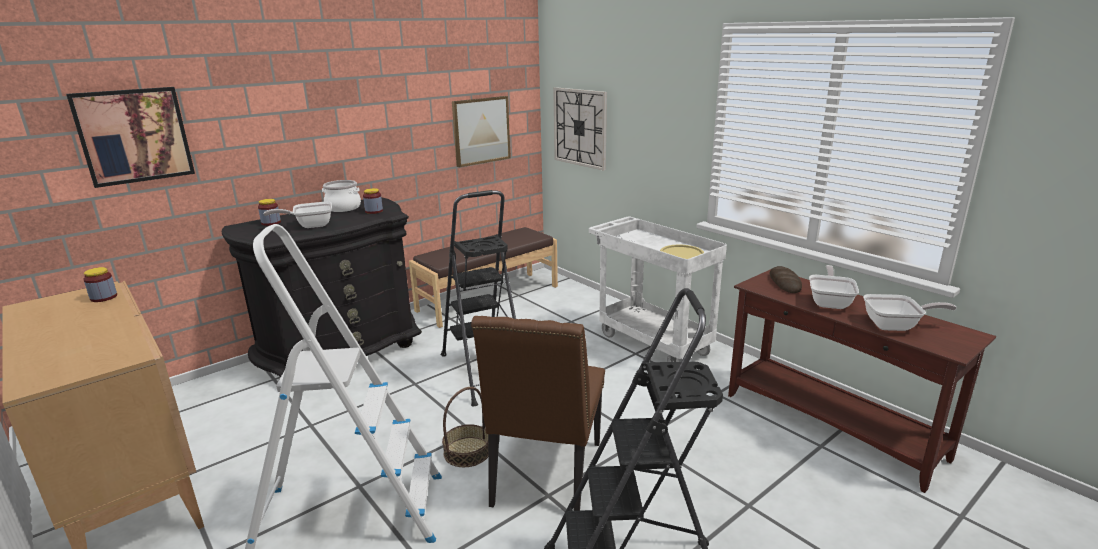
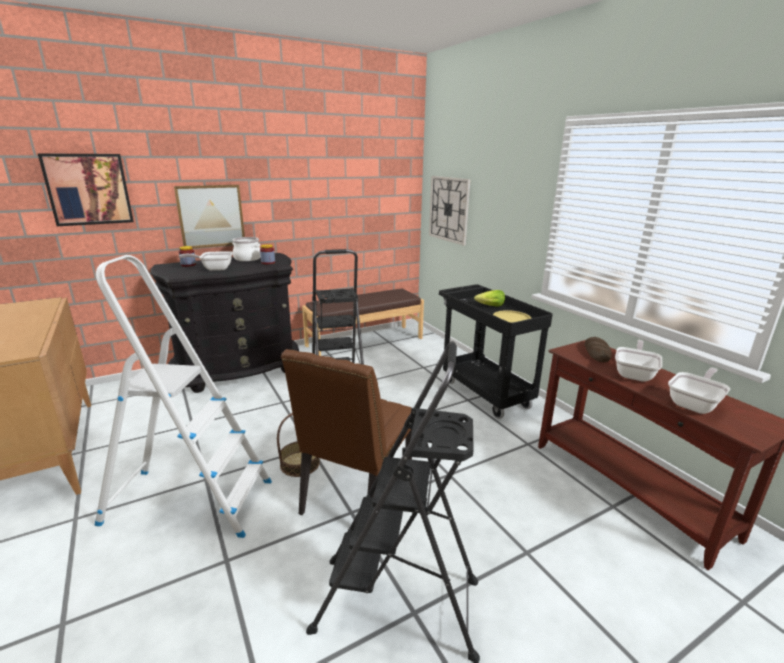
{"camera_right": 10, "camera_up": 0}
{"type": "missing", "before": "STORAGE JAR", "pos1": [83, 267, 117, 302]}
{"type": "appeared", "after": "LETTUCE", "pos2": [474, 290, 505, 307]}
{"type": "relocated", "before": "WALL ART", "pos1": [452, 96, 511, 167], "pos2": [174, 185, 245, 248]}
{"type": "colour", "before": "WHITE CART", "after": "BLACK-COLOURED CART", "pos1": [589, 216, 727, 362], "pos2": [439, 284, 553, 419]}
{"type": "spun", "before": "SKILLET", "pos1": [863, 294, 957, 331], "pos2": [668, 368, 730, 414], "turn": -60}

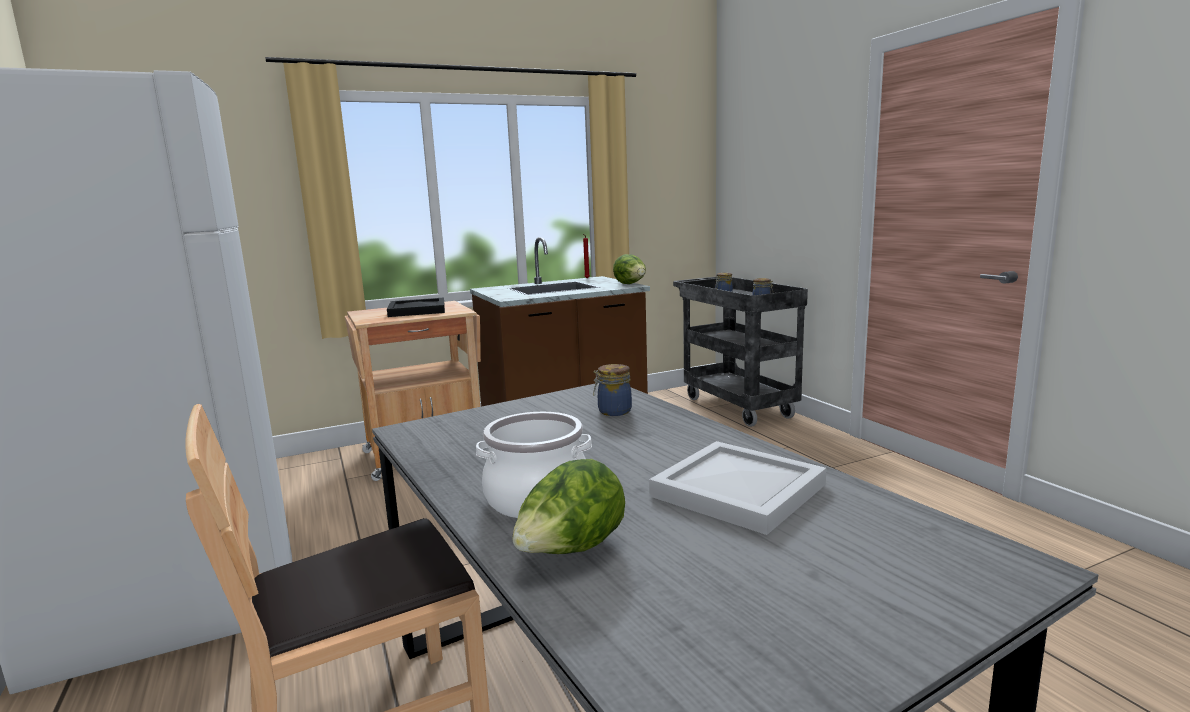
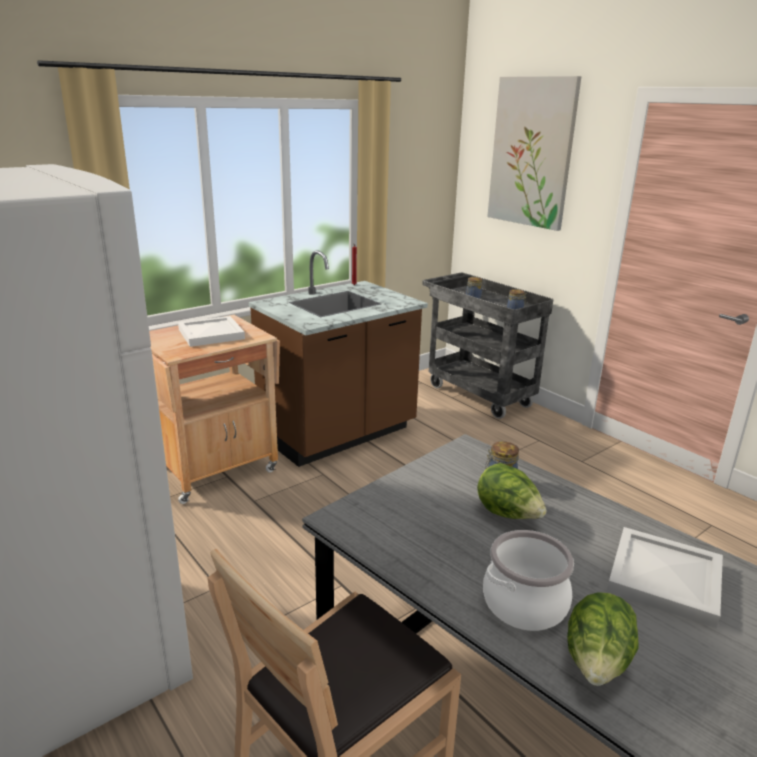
{"camera_right": -15, "camera_up": 10}
{"type": "appeared", "after": "WALL ART", "pos2": [487, 76, 581, 231]}
{"type": "relocated", "before": "LETTUCE", "pos1": [613, 254, 646, 284], "pos2": [477, 463, 547, 519]}
{"type": "colour", "before": "BLACK-COLOURED SERVING TRAY", "after": "WHITE SERVING TRAY", "pos1": [387, 298, 445, 317], "pos2": [178, 316, 245, 347]}

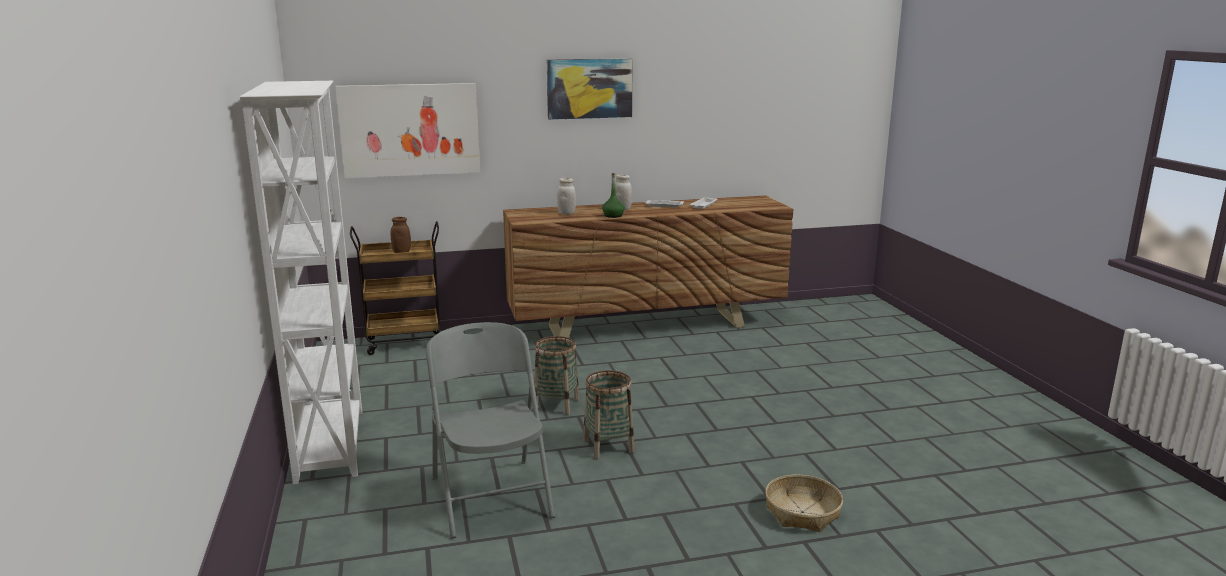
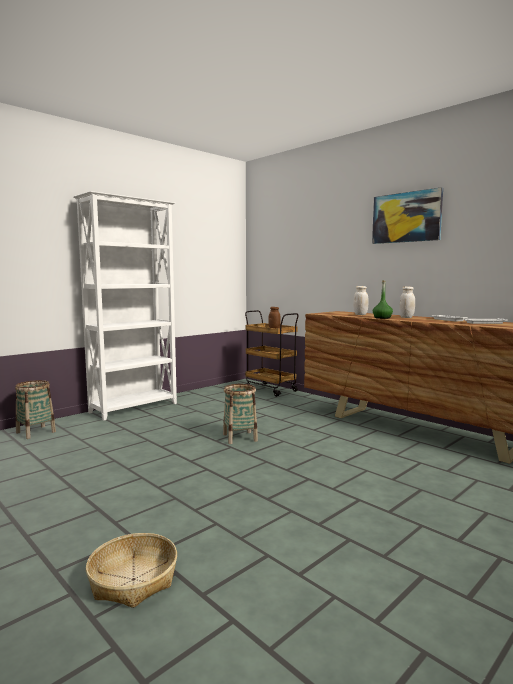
{"camera_right": 60, "camera_up": -10}
{"type": "missing", "before": "WALL ART", "pos1": [335, 83, 480, 178]}
{"type": "missing", "before": "GREY PLAIN CHAIR", "pos1": [426, 322, 556, 539]}
{"type": "relocated", "before": "HOUSEHOLD BASKET", "pos1": [583, 370, 634, 459], "pos2": [15, 380, 56, 439]}

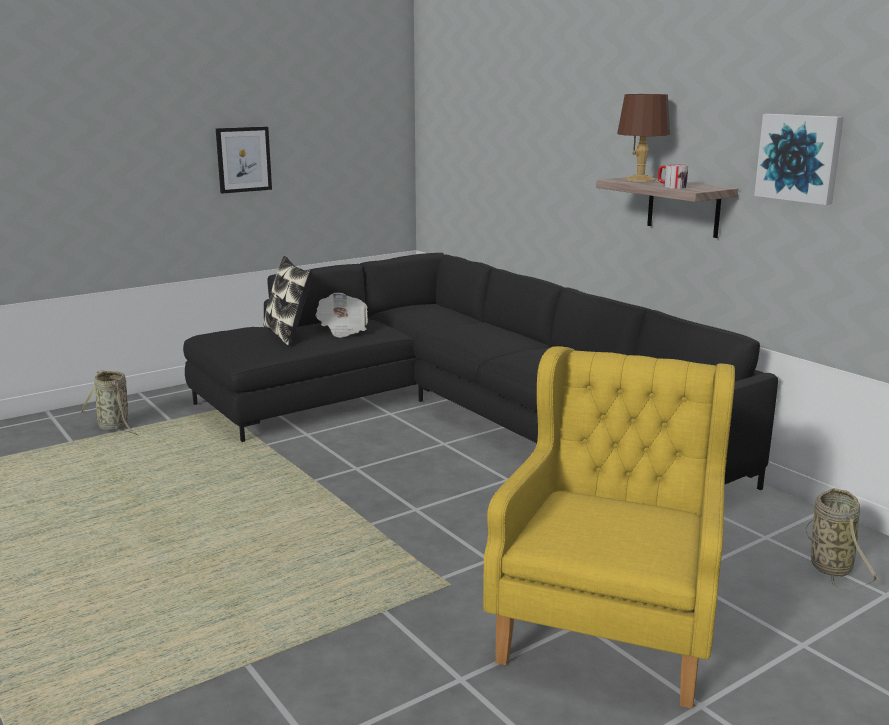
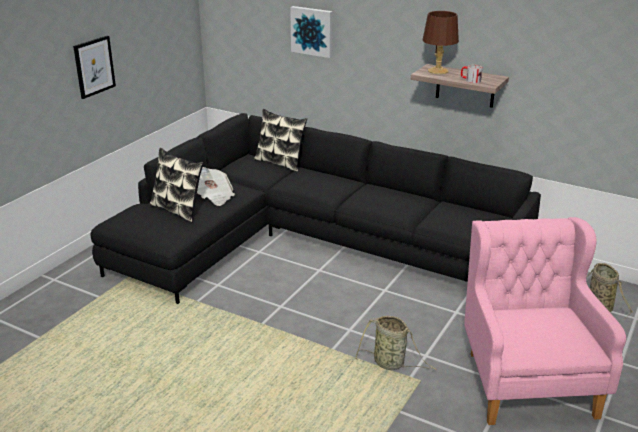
{"camera_right": -25, "camera_up": 10}
{"type": "appeared", "after": "THROW PILLOW", "pos2": [254, 109, 307, 172]}
{"type": "relocated", "before": "HOUSEHOLD BASKET", "pos1": [80, 370, 138, 435], "pos2": [355, 316, 437, 370]}
{"type": "relocated", "before": "WALL ART", "pos1": [754, 114, 844, 205], "pos2": [290, 6, 333, 58]}
{"type": "colour", "before": "YELLOWISH EASY CHAIR", "after": "PINK-COLOURED EASY CHAIR", "pos1": [483, 346, 735, 709], "pos2": [464, 217, 626, 425]}

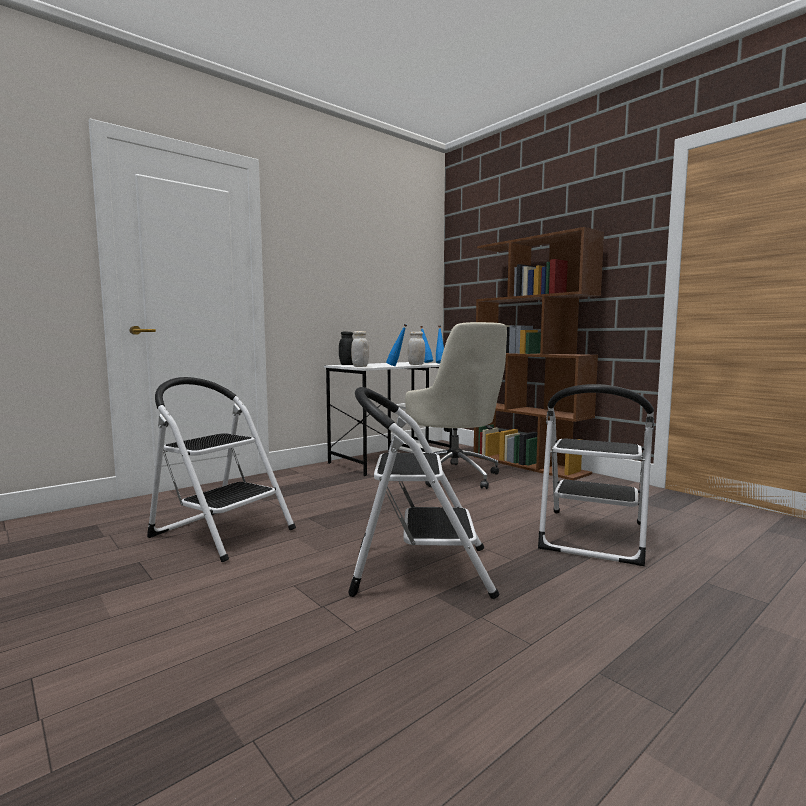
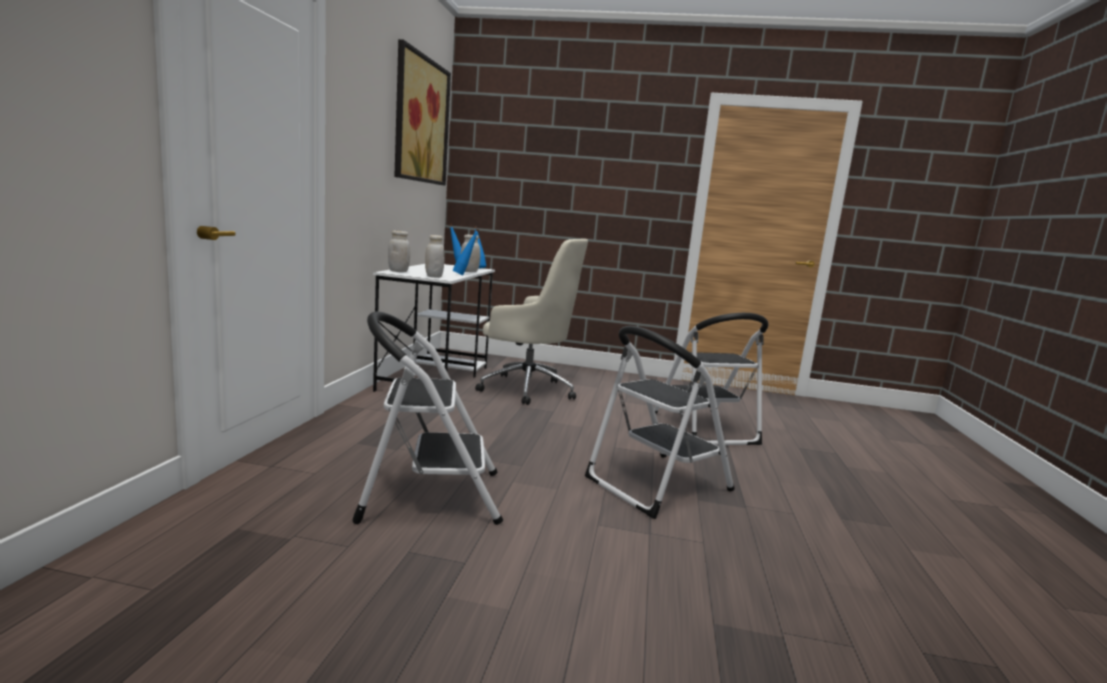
{"camera_right": -40, "camera_up": 5}
{"type": "missing", "before": "BROWN BOOKSHELF", "pos1": [473, 227, 604, 480]}
{"type": "appeared", "after": "WALL ART", "pos2": [394, 39, 451, 186]}
{"type": "colour", "before": "BLACK-COLOURED STORAGE JAR", "after": "WHITE STORAGE JAR", "pos1": [339, 331, 353, 365], "pos2": [388, 230, 410, 272]}

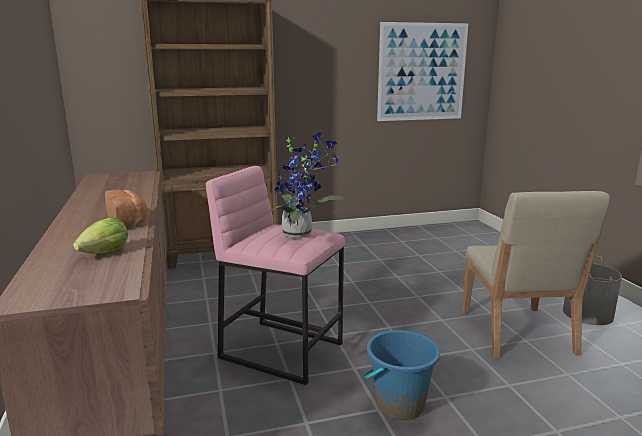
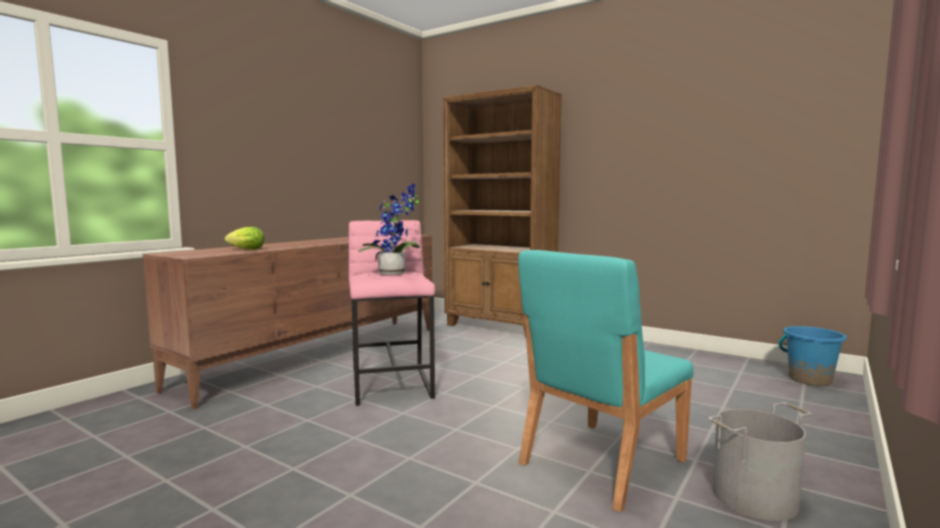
{"camera_right": 50, "camera_up": -10}
{"type": "missing", "before": "BAKED BREAD", "pos1": [105, 190, 148, 228]}
{"type": "missing", "before": "WALL ART", "pos1": [377, 22, 468, 121]}
{"type": "relocated", "before": "BLUE BUCKET", "pos1": [364, 330, 440, 420], "pos2": [779, 326, 847, 386]}
{"type": "colour", "before": "BEIGE PLAIN CHAIR", "after": "TURQUOISE PLAIN CHAIR", "pos1": [462, 191, 610, 358], "pos2": [518, 250, 693, 512]}

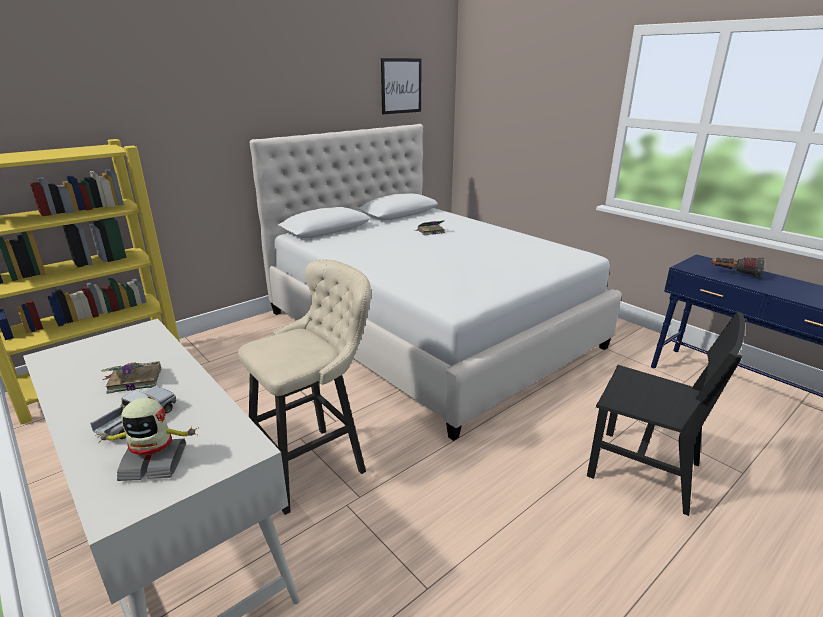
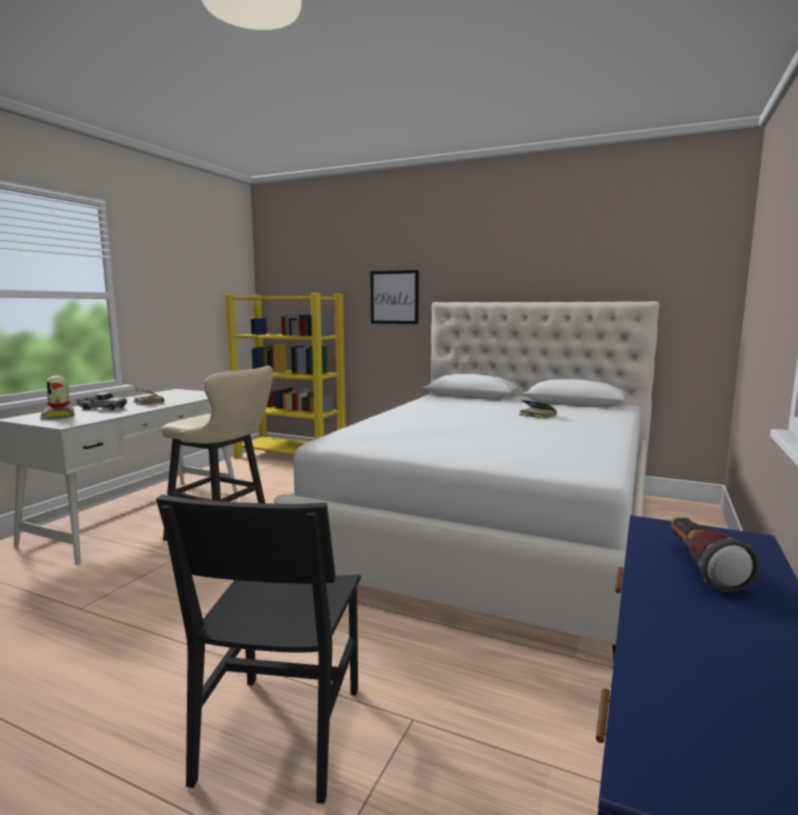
{"camera_right": 65, "camera_up": -15}
{"type": "relocated", "before": "WALL ART", "pos1": [381, 58, 422, 114], "pos2": [371, 270, 419, 324]}

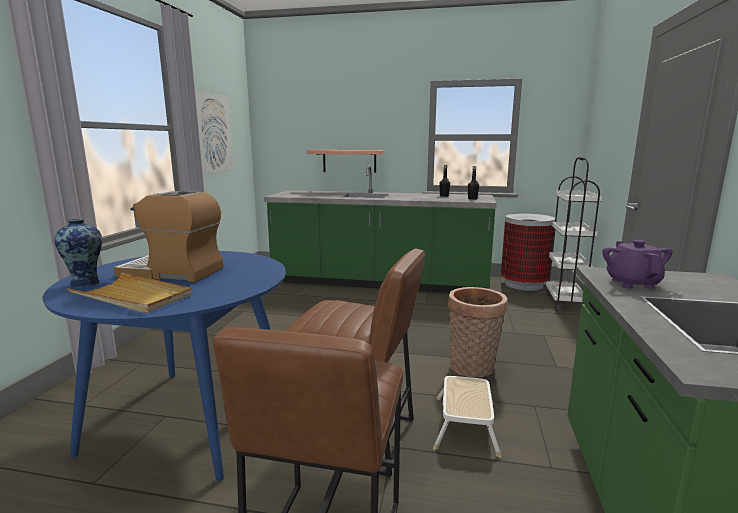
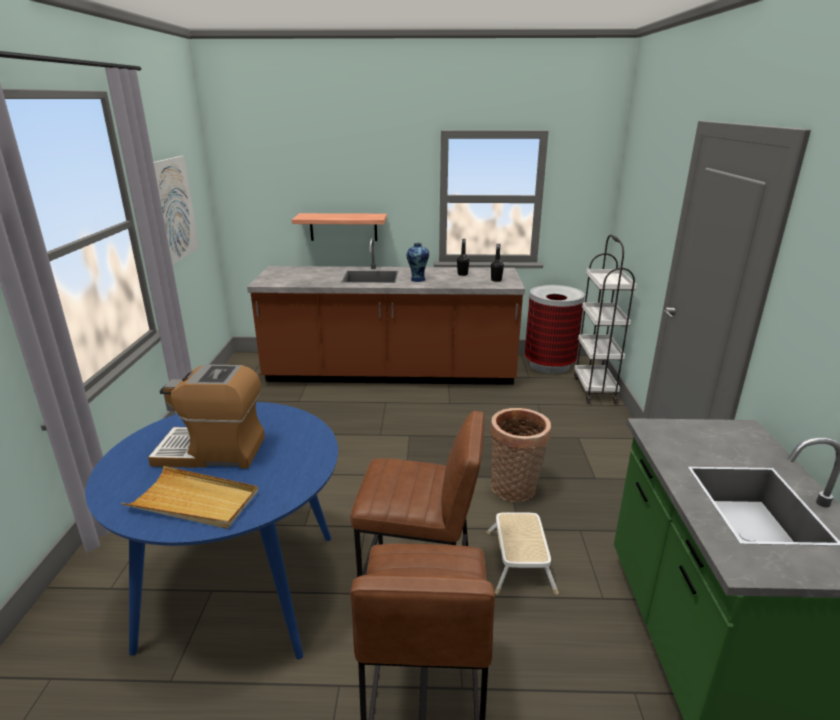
{"camera_right": -10, "camera_up": 10}
{"type": "missing", "before": "PURPLISH POT FOR TEA", "pos1": [602, 240, 673, 289]}
{"type": "relocated", "before": "VASE", "pos1": [54, 219, 102, 288], "pos2": [407, 243, 429, 282]}
{"type": "colour", "before": "GREEN-COLOURED KITCHEN BASE UNIT", "after": "BROWN KITCHEN BASE UNIT", "pos1": [264, 165, 497, 293], "pos2": [247, 238, 525, 385]}

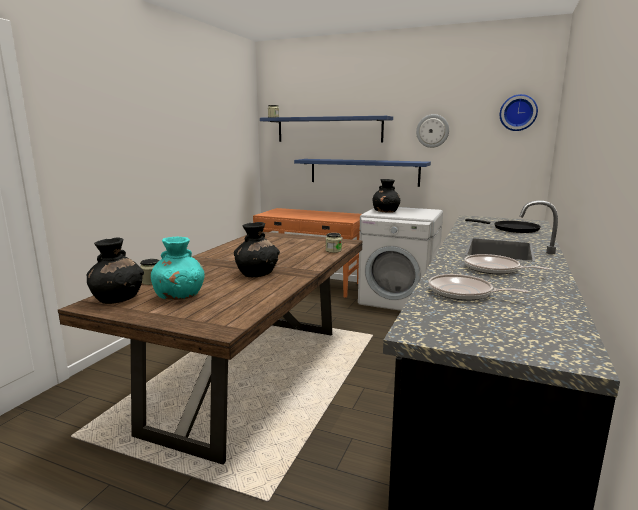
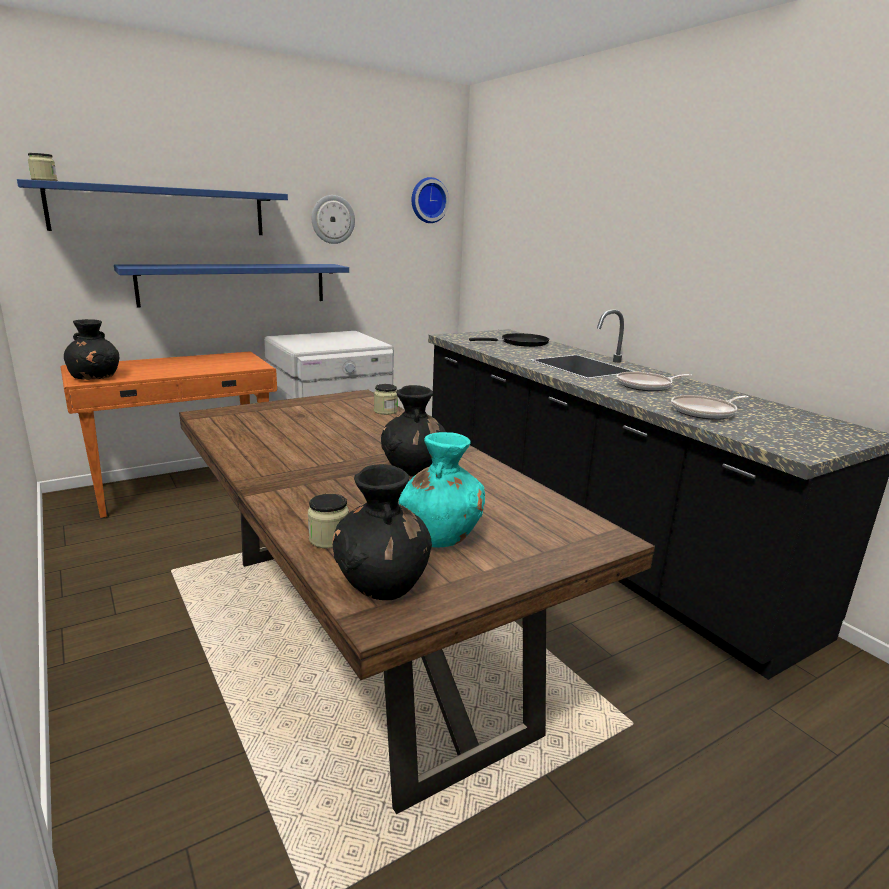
{"camera_right": -55, "camera_up": 5}
{"type": "relocated", "before": "BLACK-COLOURED VASE", "pos1": [373, 179, 400, 213], "pos2": [64, 319, 119, 380]}

